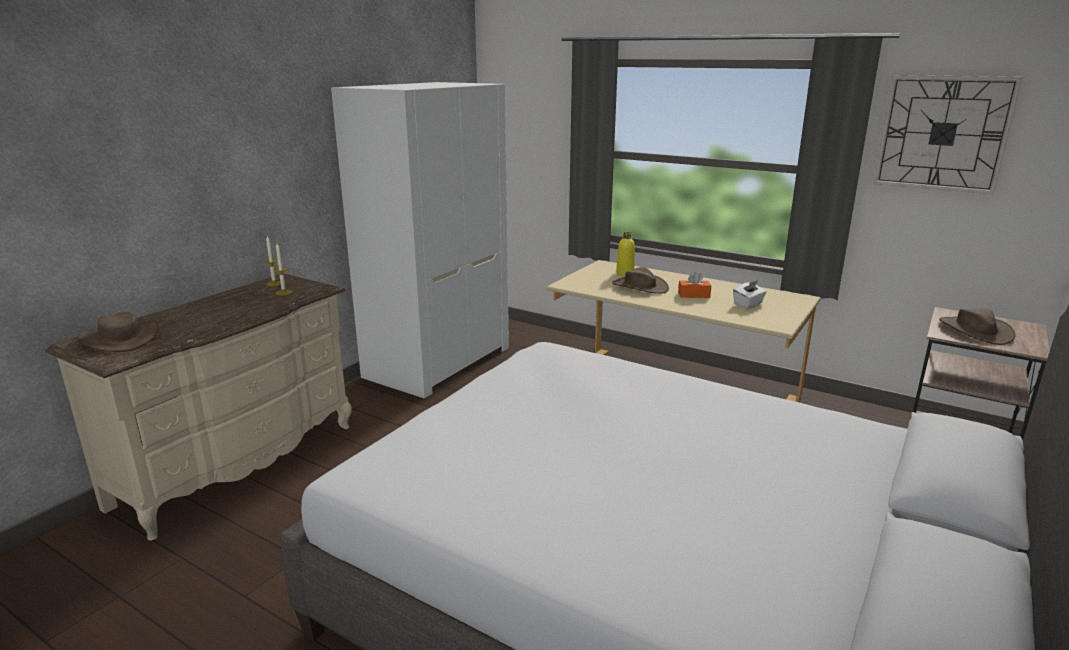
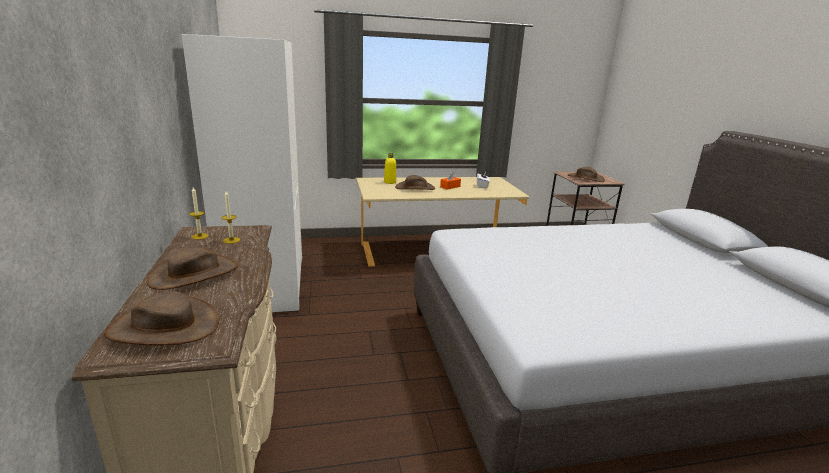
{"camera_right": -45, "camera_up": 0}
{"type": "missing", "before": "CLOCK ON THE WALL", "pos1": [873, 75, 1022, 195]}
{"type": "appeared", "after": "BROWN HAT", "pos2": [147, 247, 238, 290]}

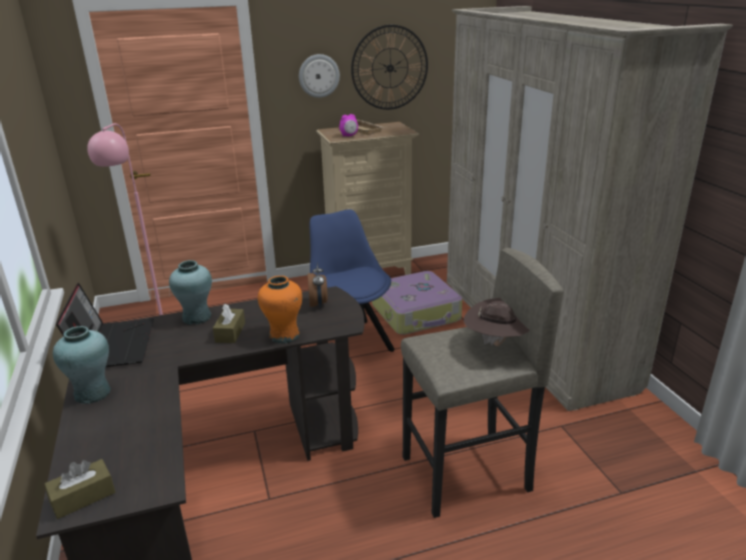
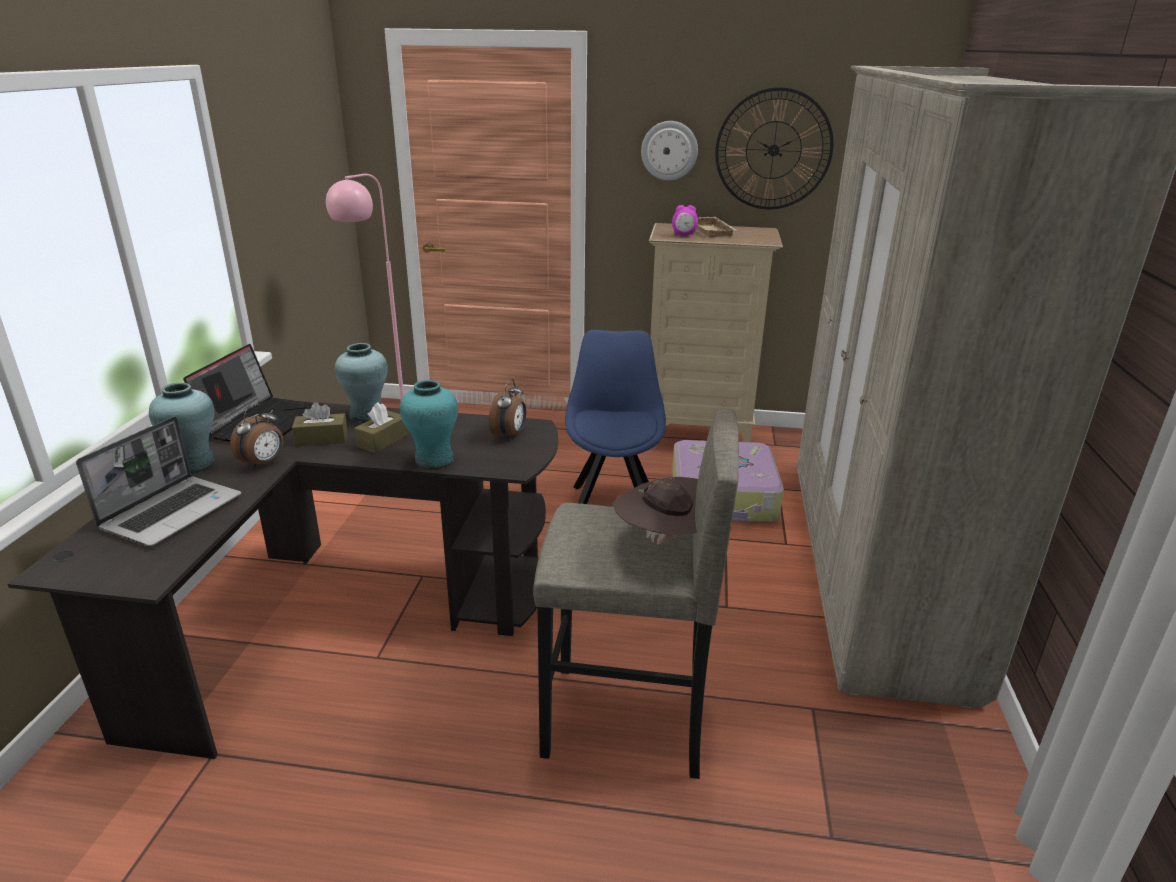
{"camera_right": 25, "camera_up": 0}
{"type": "appeared", "after": "LAPTOP", "pos2": [76, 416, 241, 546]}
{"type": "appeared", "after": "TABLE CLOCK", "pos2": [230, 404, 283, 469]}
{"type": "relocated", "before": "BROWN BOX OF TISSUES", "pos1": [44, 459, 115, 519], "pos2": [292, 402, 348, 446]}
{"type": "colour", "before": "ORANGE-COLOURED VASE", "after": "TURQUOISE VASE", "pos1": [258, 276, 302, 344], "pos2": [400, 380, 458, 469]}

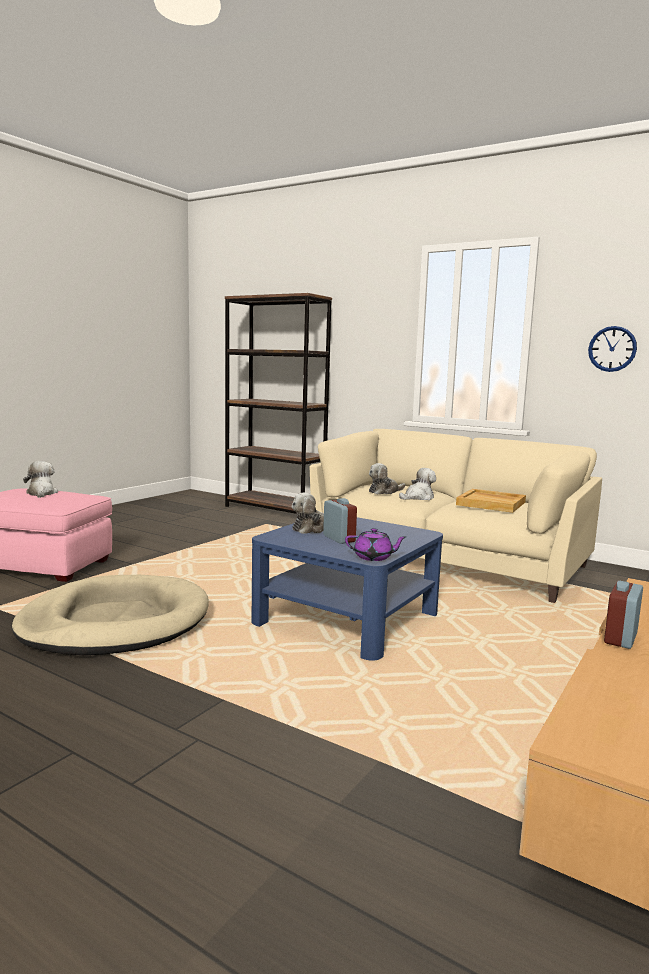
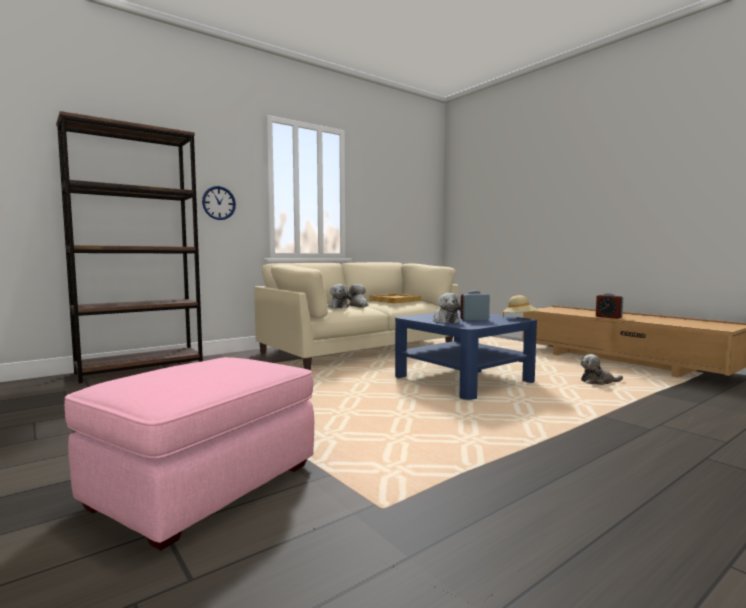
{"camera_right": -70, "camera_up": -5}
{"type": "missing", "before": "BEIGE PET BED", "pos1": [12, 575, 209, 655]}
{"type": "relocated", "before": "PLUSH TOY", "pos1": [23, 461, 58, 498], "pos2": [580, 354, 623, 385]}
{"type": "relocated", "before": "CLOCK ON THE WALL", "pos1": [588, 326, 637, 372], "pos2": [202, 186, 236, 220]}
{"type": "exchanged", "before": "PURPLISH POT FOR TEA", "after": "BEIGE HAT", "pos1": [345, 528, 406, 561], "pos2": [503, 295, 538, 317]}

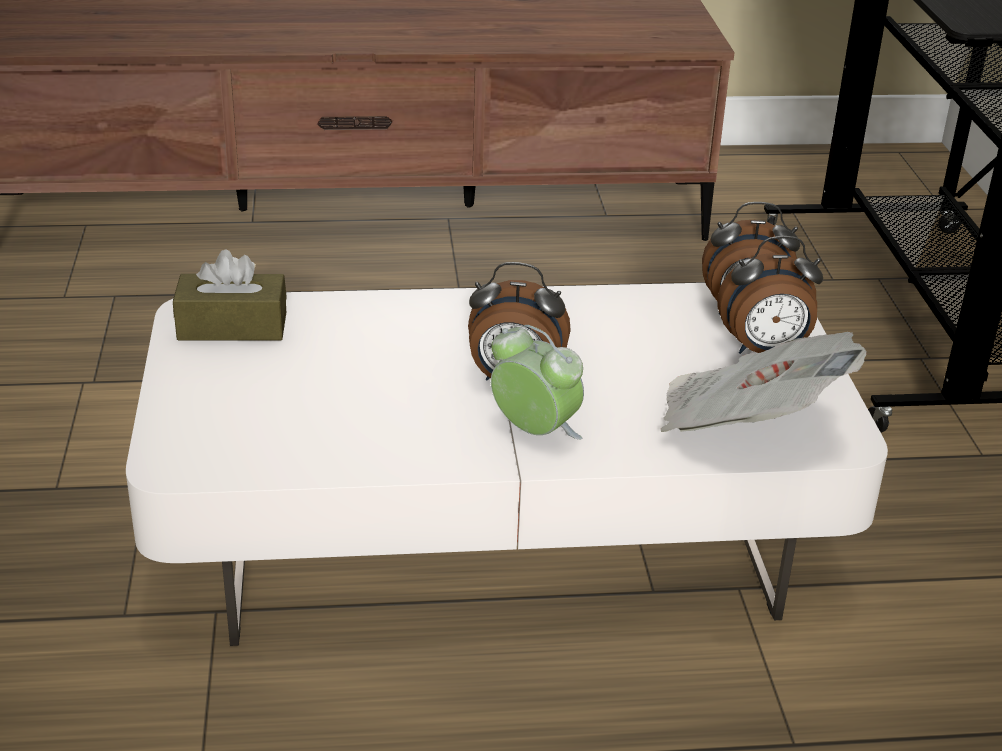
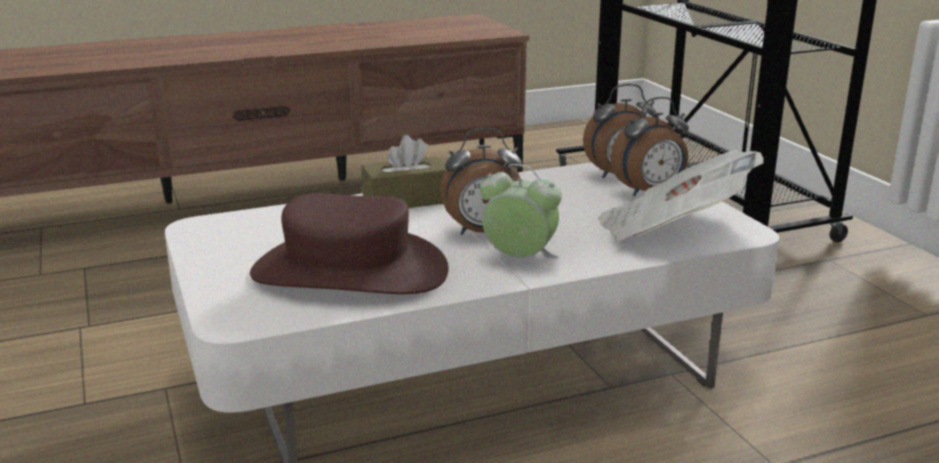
{"camera_right": -15, "camera_up": -10}
{"type": "appeared", "after": "BROWN HAT", "pos2": [250, 193, 449, 294]}
{"type": "relocated", "before": "BROWN BOX OF TISSUES", "pos1": [173, 249, 287, 341], "pos2": [361, 135, 445, 208]}

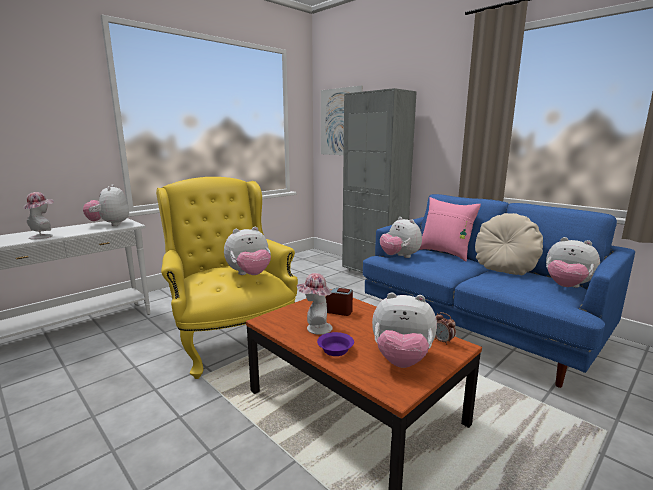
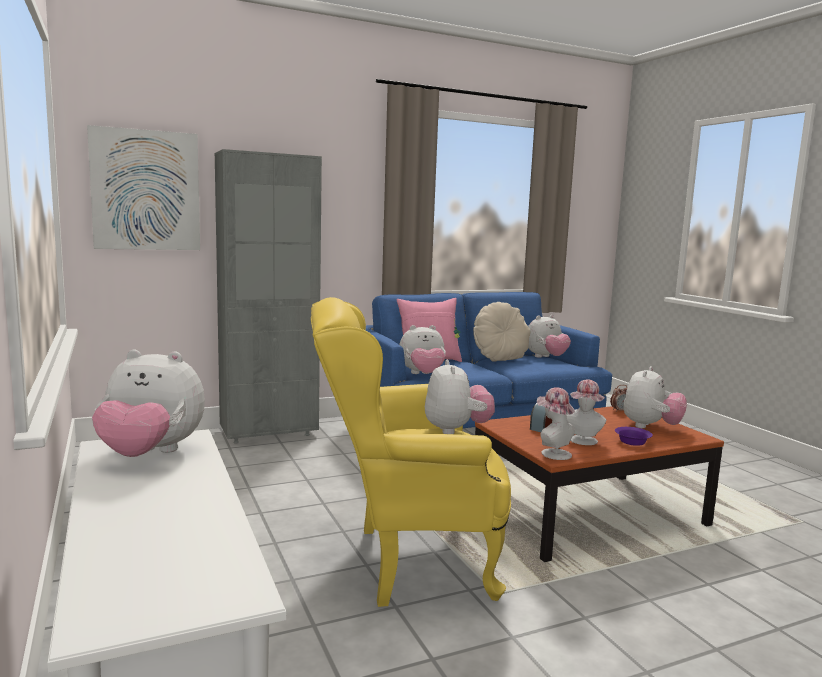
{"camera_right": -70, "camera_up": -5}
{"type": "relocated", "before": "HAT", "pos1": [23, 192, 54, 240], "pos2": [537, 387, 575, 460]}

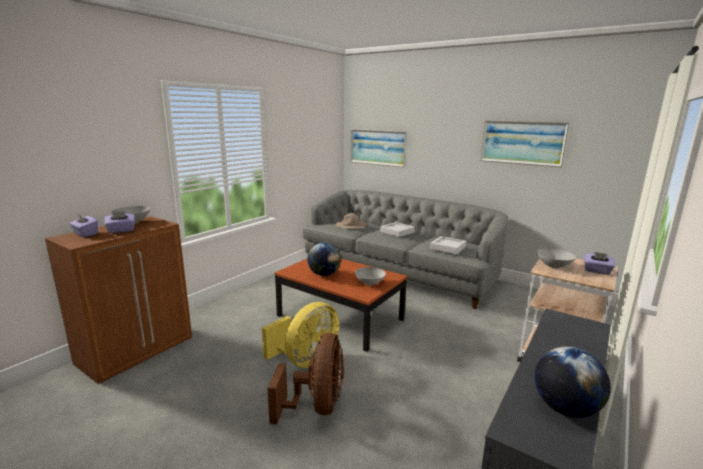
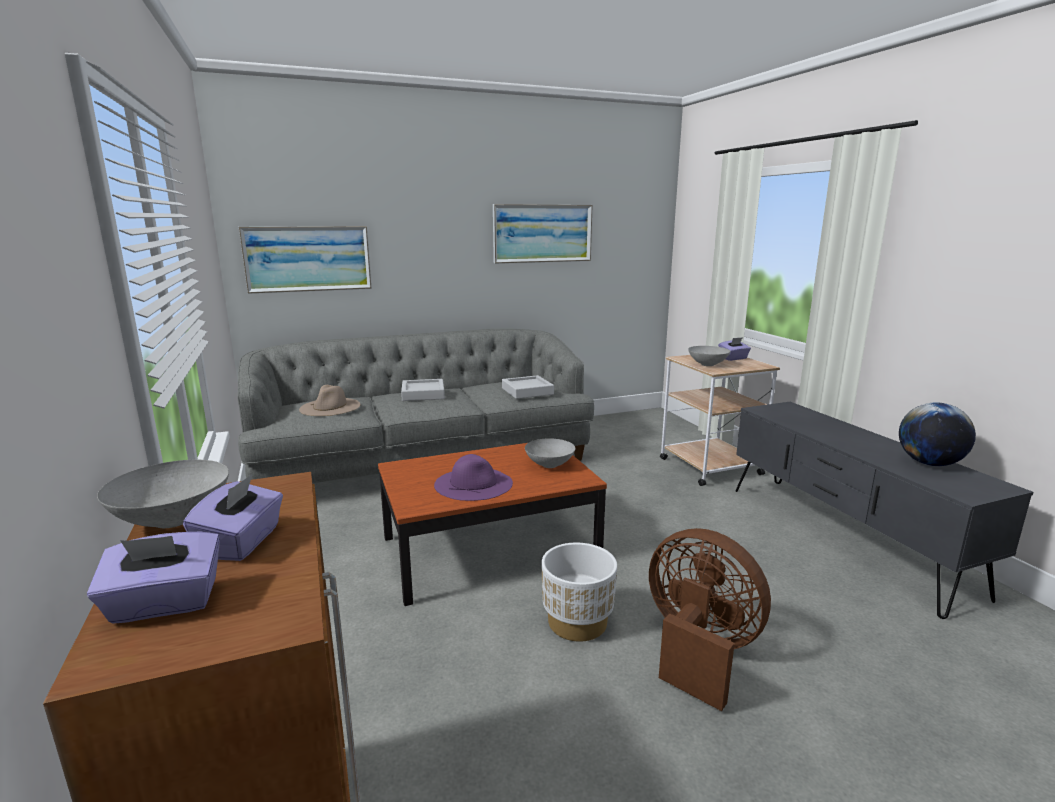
{"camera_right": -55, "camera_up": 0}
{"type": "exchanged", "before": "YELLOWISH ELECTRIC FAN", "after": "WHITE PLANTER", "pos1": [262, 302, 339, 368], "pos2": [542, 543, 617, 642]}
{"type": "exchanged", "before": "DESK GLOBE", "after": "PURPLISH HAT", "pos1": [307, 242, 341, 276], "pos2": [434, 454, 513, 501]}

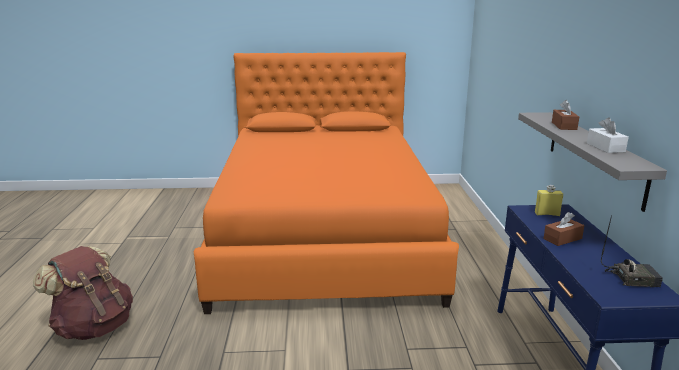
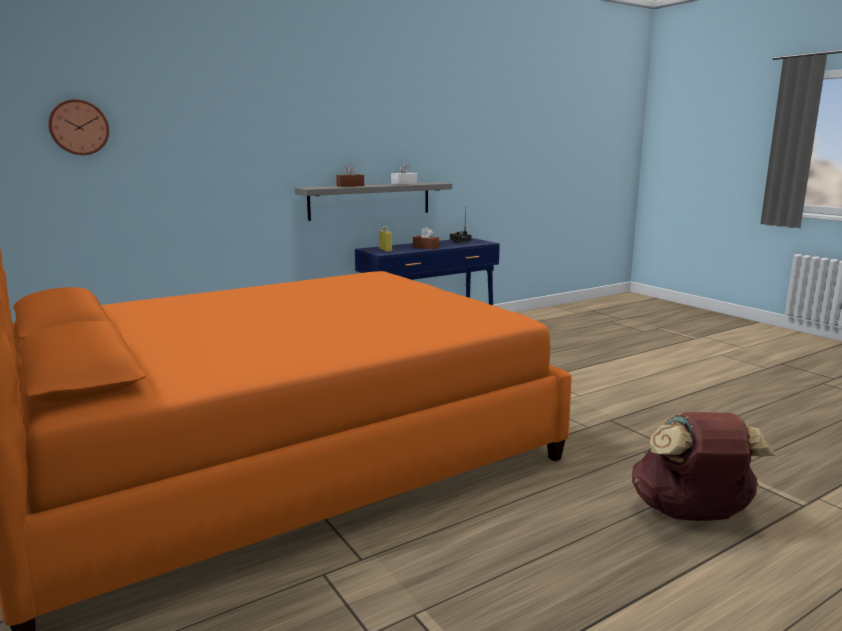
{"camera_right": -120, "camera_up": -5}
{"type": "appeared", "after": "CLOCK ON THE WALL", "pos2": [48, 99, 109, 155]}

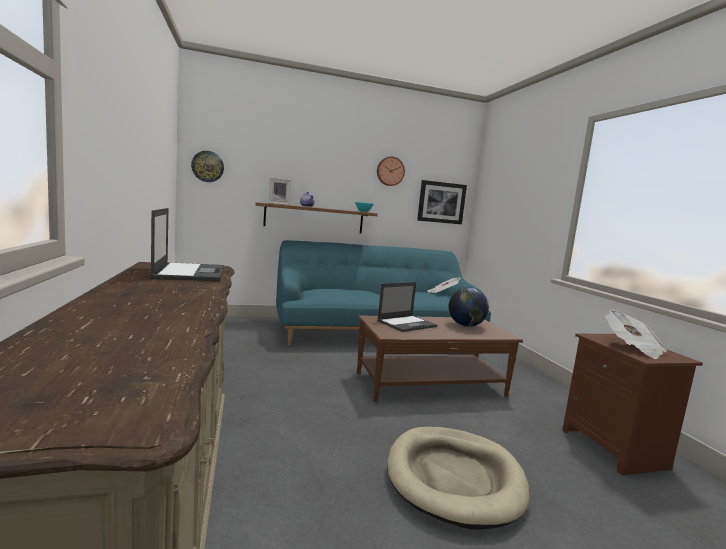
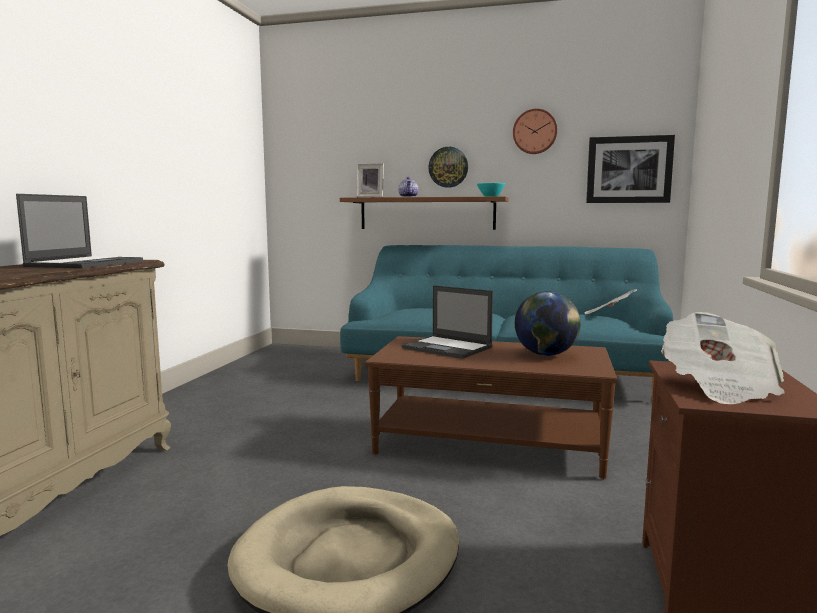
{"camera_right": 30, "camera_up": 0}
{"type": "relocated", "before": "CLOCK ON THE WALL", "pos1": [191, 151, 224, 182], "pos2": [428, 147, 468, 188]}
{"type": "spun", "before": "LAPTOP", "pos1": [377, 282, 437, 332], "pos2": [402, 285, 493, 359], "turn": 45}

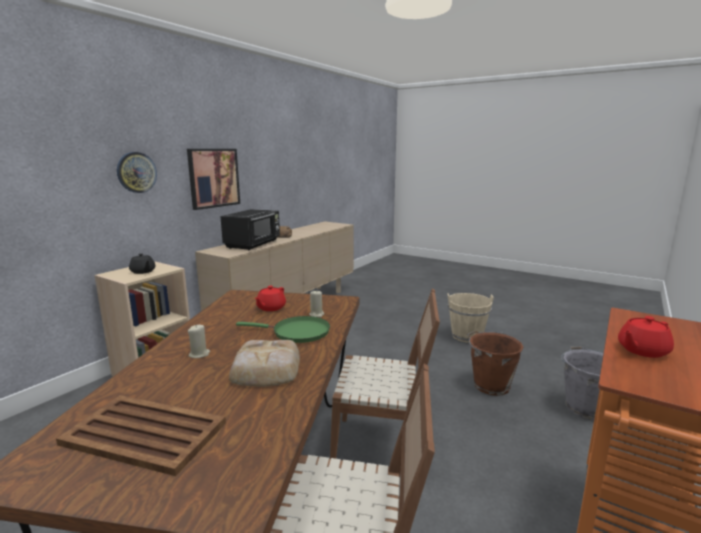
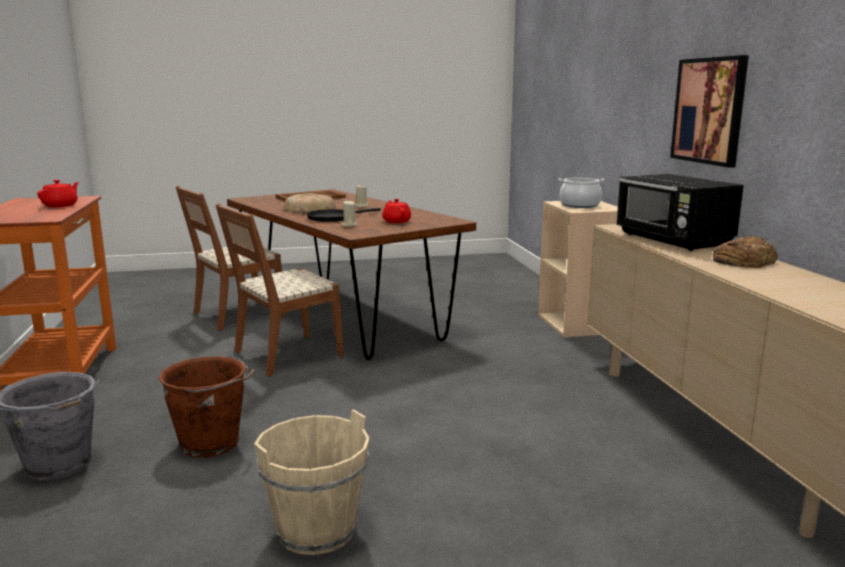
{"camera_right": 135, "camera_up": 0}
{"type": "missing", "before": "CLOCK ON THE WALL", "pos1": [117, 152, 157, 193]}
{"type": "exchanged", "before": "BLACK-COLOURED POT FOR TEA", "after": "STOCKPOT", "pos1": [129, 253, 155, 274], "pos2": [559, 178, 605, 208]}
{"type": "colour", "before": "GREEN-COLOURED SKILLET", "after": "BLACK-COLOURED SKILLET", "pos1": [236, 316, 330, 343], "pos2": [307, 208, 381, 222]}

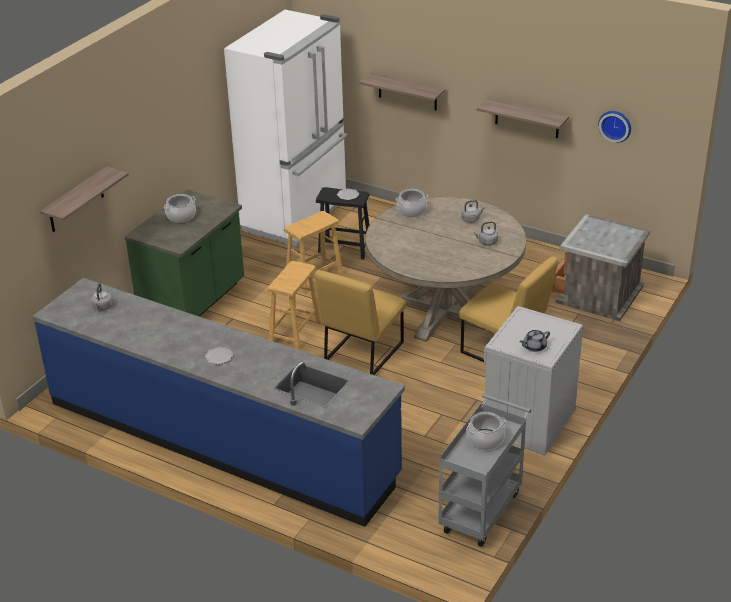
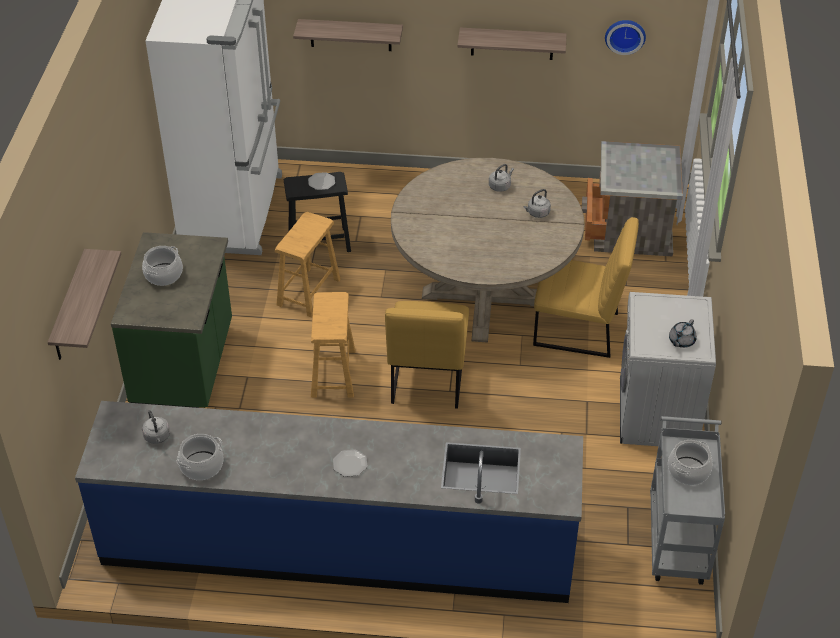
{"camera_right": -25, "camera_up": 10}
{"type": "relocated", "before": "STOCKPOT", "pos1": [395, 189, 428, 217], "pos2": [176, 434, 224, 480]}

